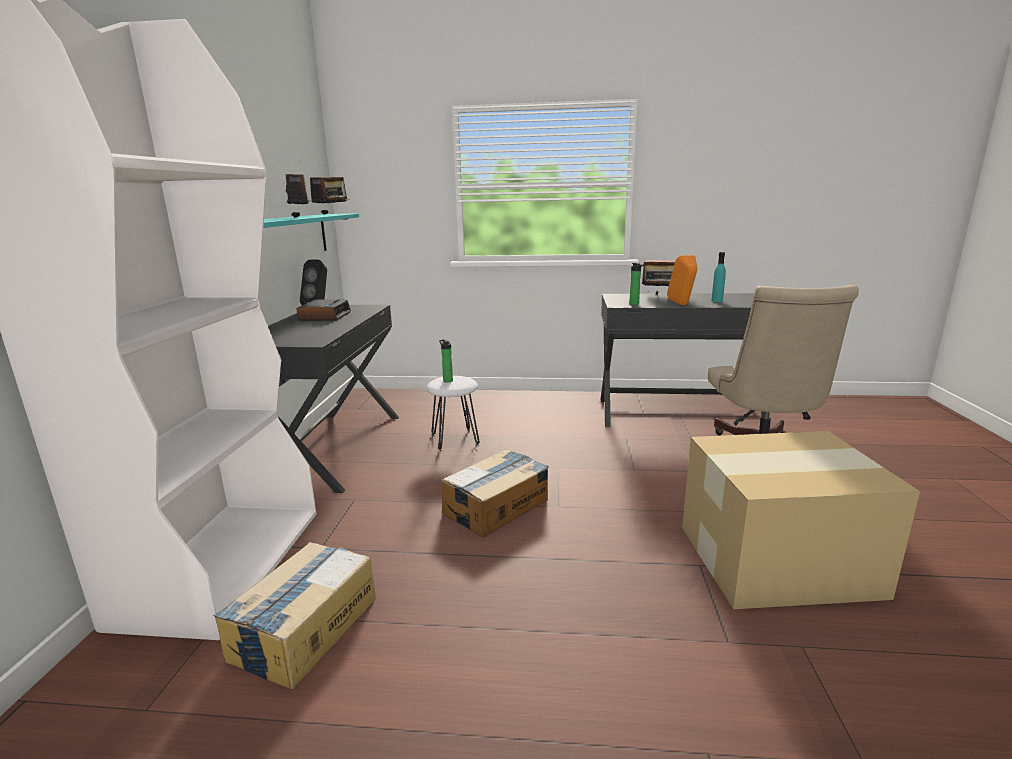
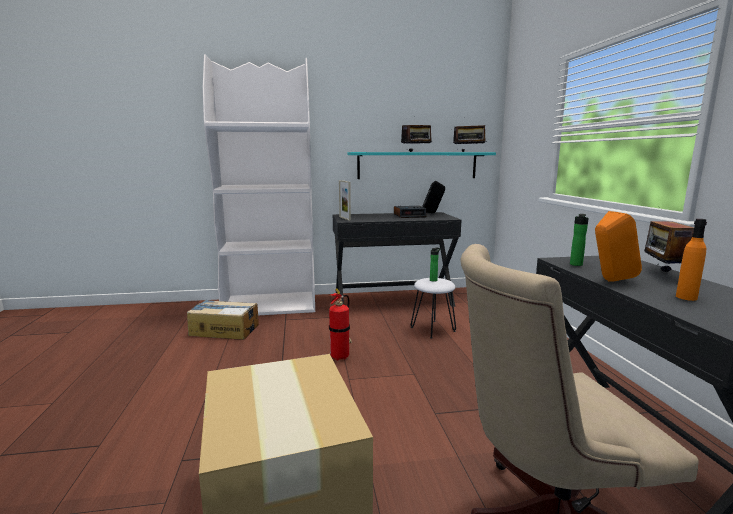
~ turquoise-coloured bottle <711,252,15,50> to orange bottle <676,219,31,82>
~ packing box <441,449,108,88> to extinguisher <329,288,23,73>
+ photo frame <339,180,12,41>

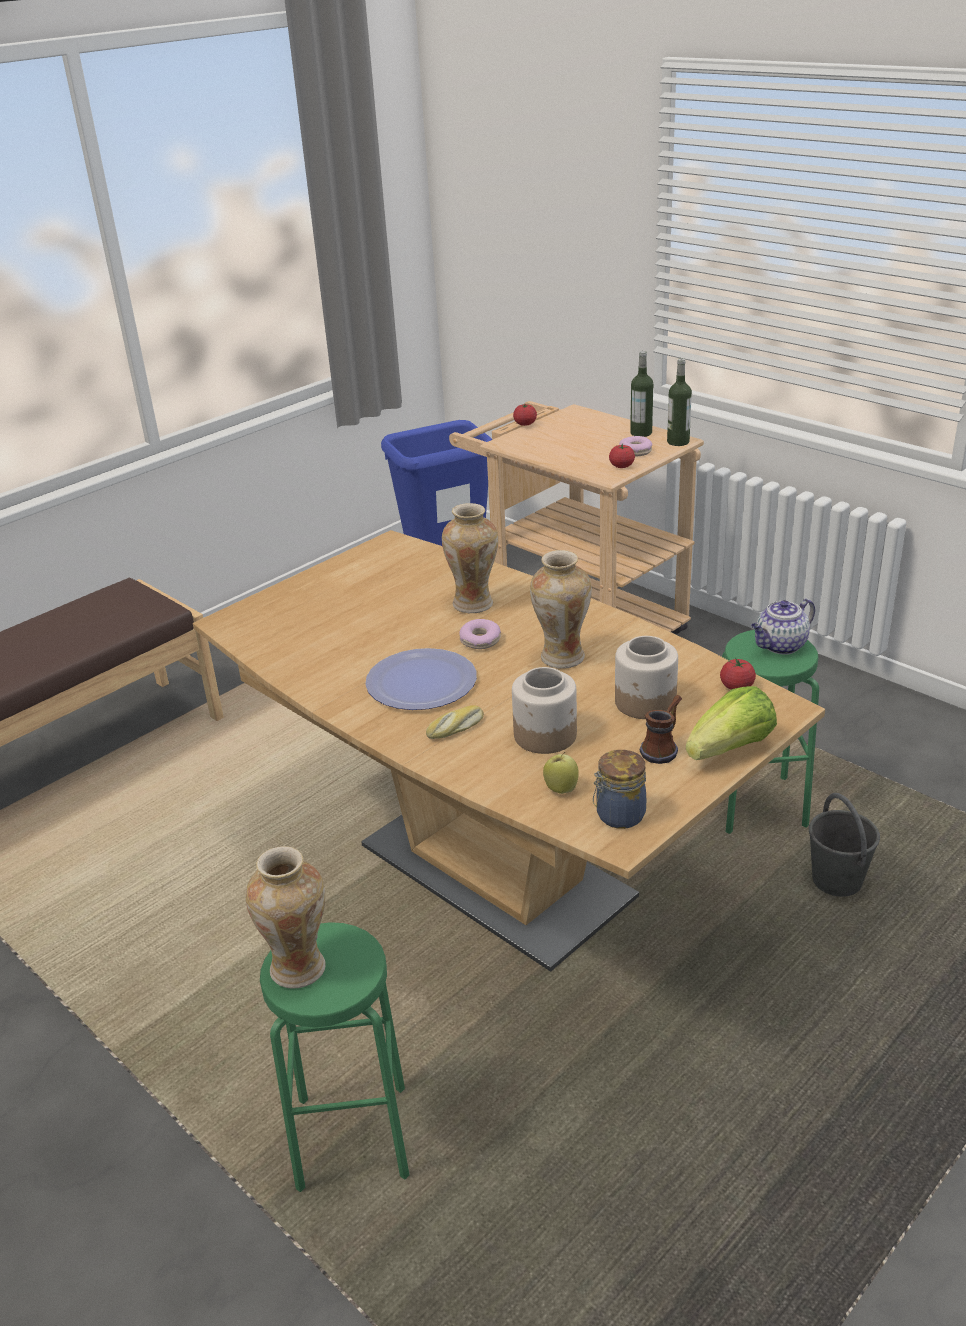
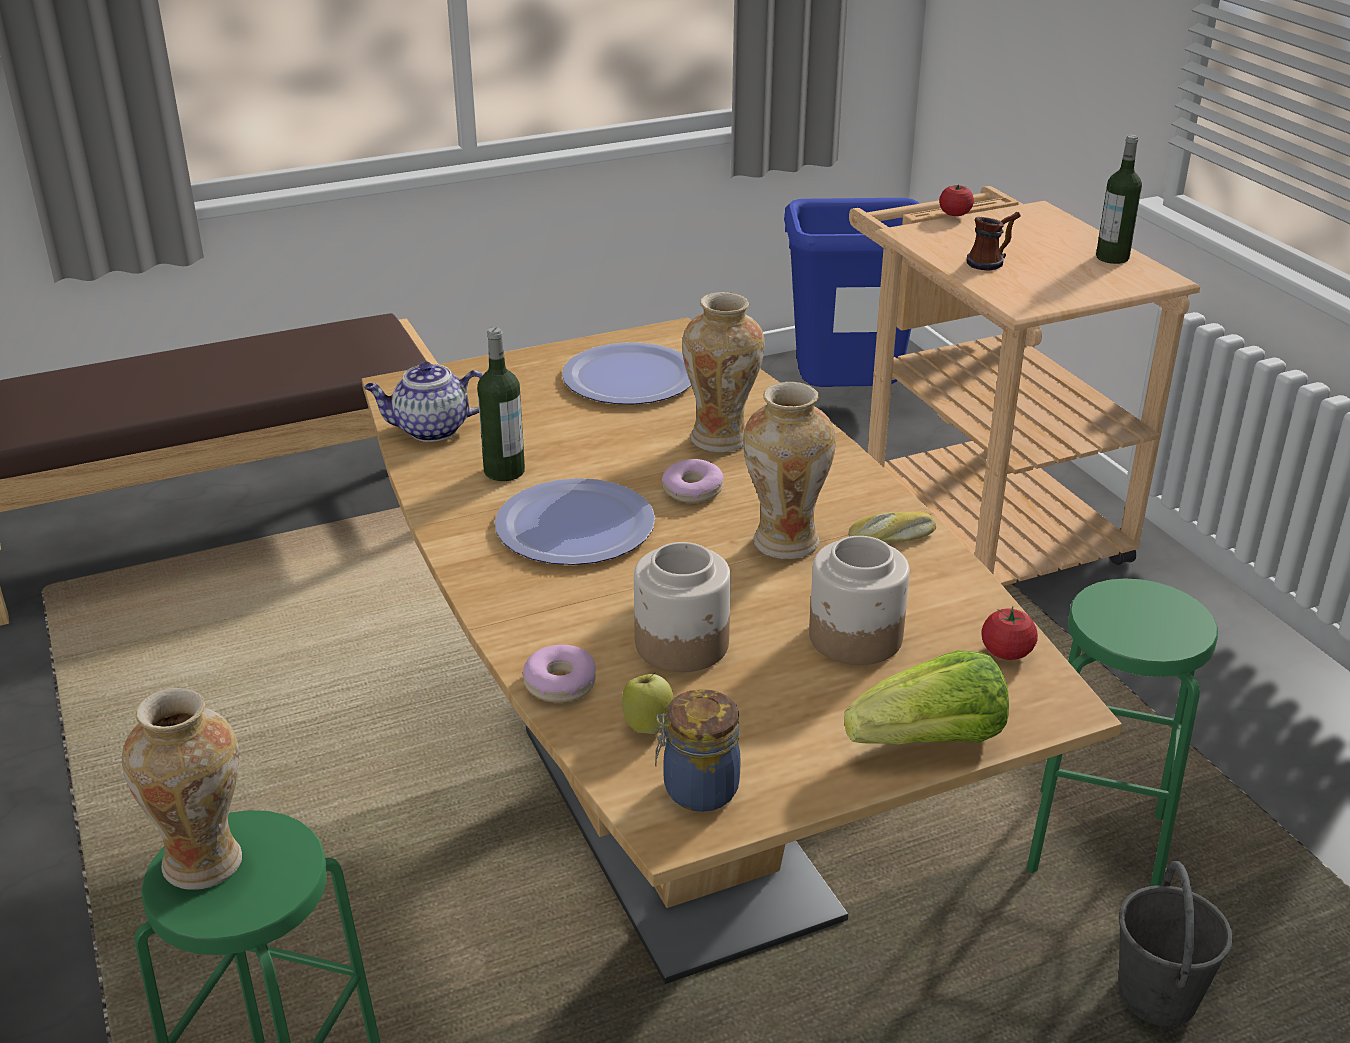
~ bottle <667,358,25,88> to <477,327,48,154>
~ ring doughnut <619,436,33,20> to <523,645,73,58>
- tomato <609,443,26,25>
~ pot for tea <751,599,64,55> to <364,362,119,80>
~ mug <640,695,42,69> to <967,212,54,59>
~ bakery bread <426,705,58,34> to <849,511,87,32>
+ flat dish <562,342,129,62>

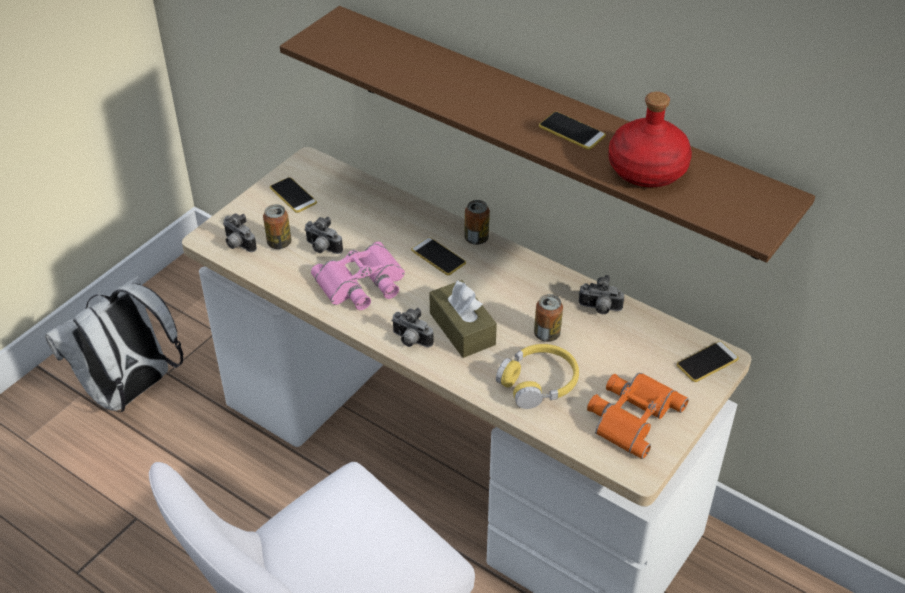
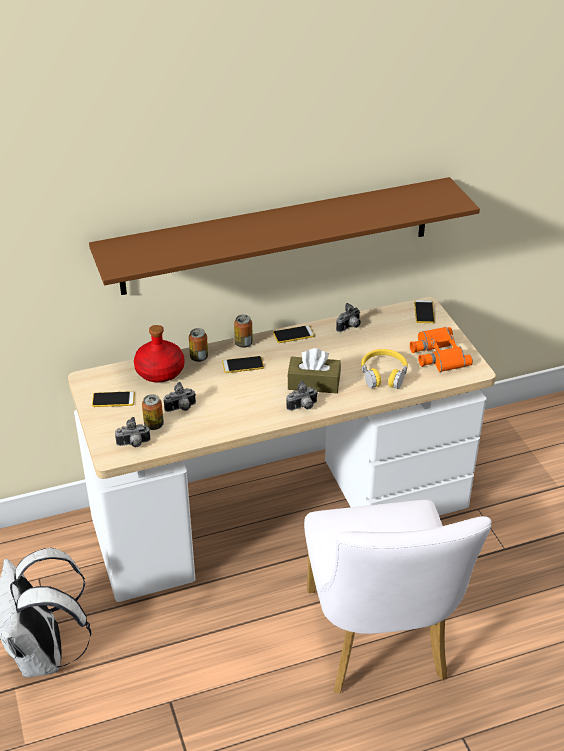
~ red-coloured bottle <608,92,84,95> to <134,325,50,58>
~ phone <539,112,67,38> to <273,325,42,18>
- pinkish field glasses <311,242,94,68>
~ metal can <534,294,29,48> to <189,328,19,34>

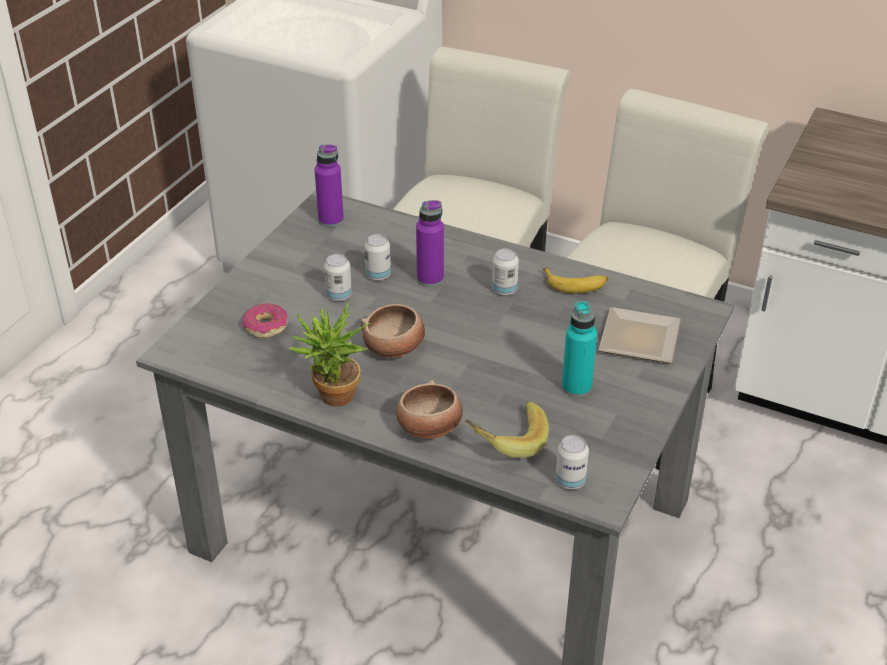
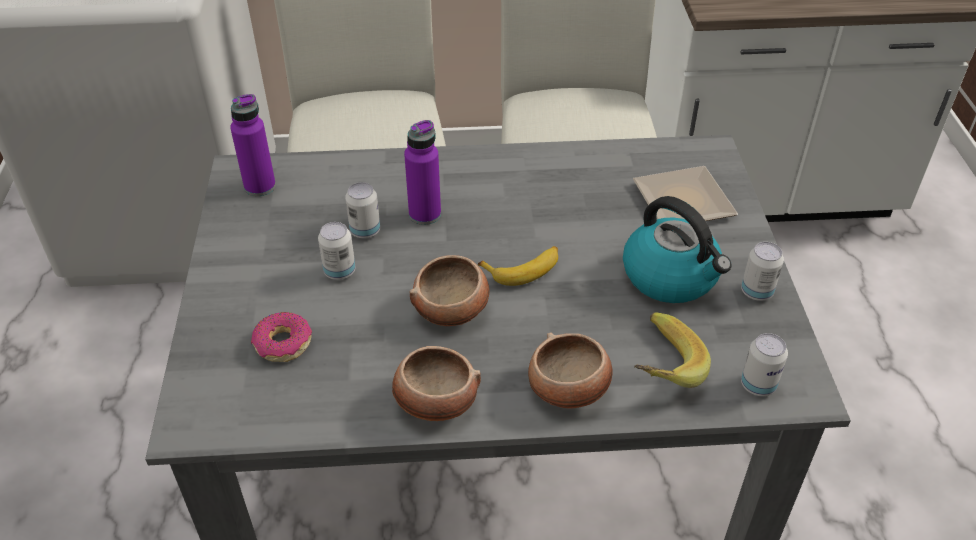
~ metal can <492,248,27,48> to <741,242,43,59>
~ banana fruit <543,268,65,25> to <478,246,80,40>
~ turquoise-coloured bottle <562,301,35,96> to tea kettle <623,196,109,107>
~ plant in a pot <289,302,81,104> to deep dish <392,346,89,75>

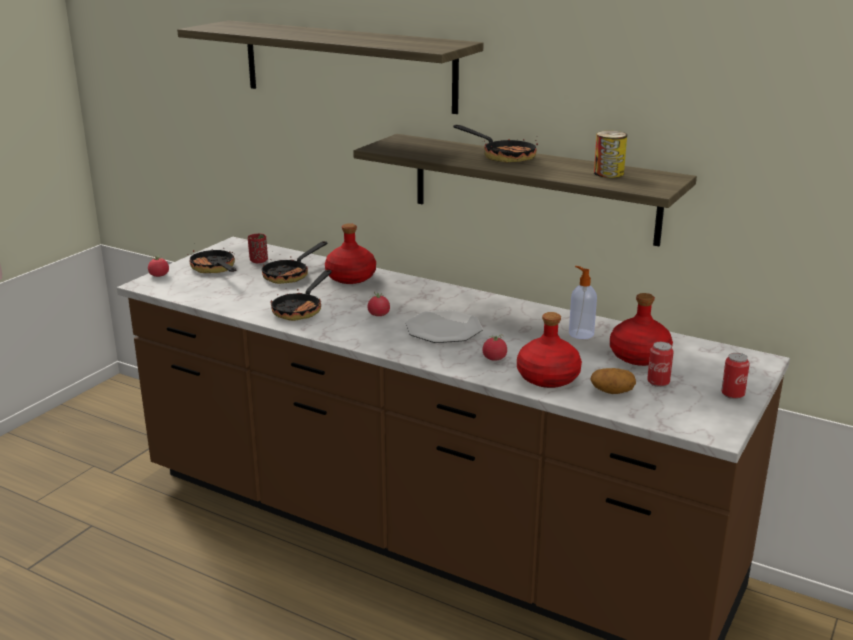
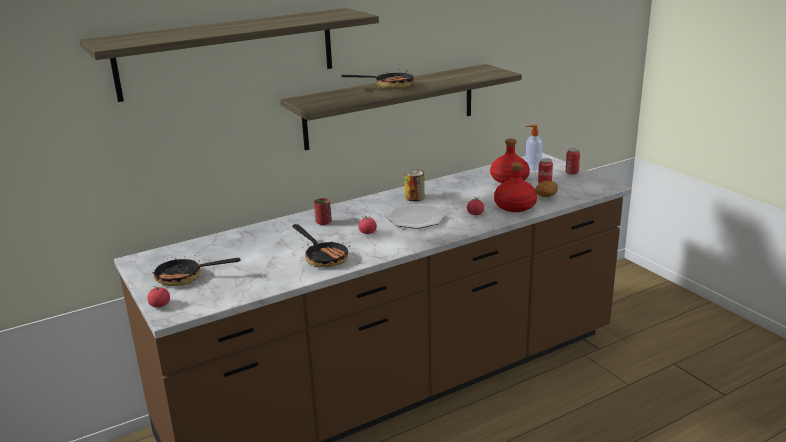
~ metal can <594,131,33,47> to <404,169,21,32>
- red-coloured bottle <325,223,51,61>
~ red-coloured small cup <248,234,20,29> to <314,198,18,27>
- frying pan <261,241,66,43>
~ soap dispenser <569,266,28,73> to <525,125,18,45>

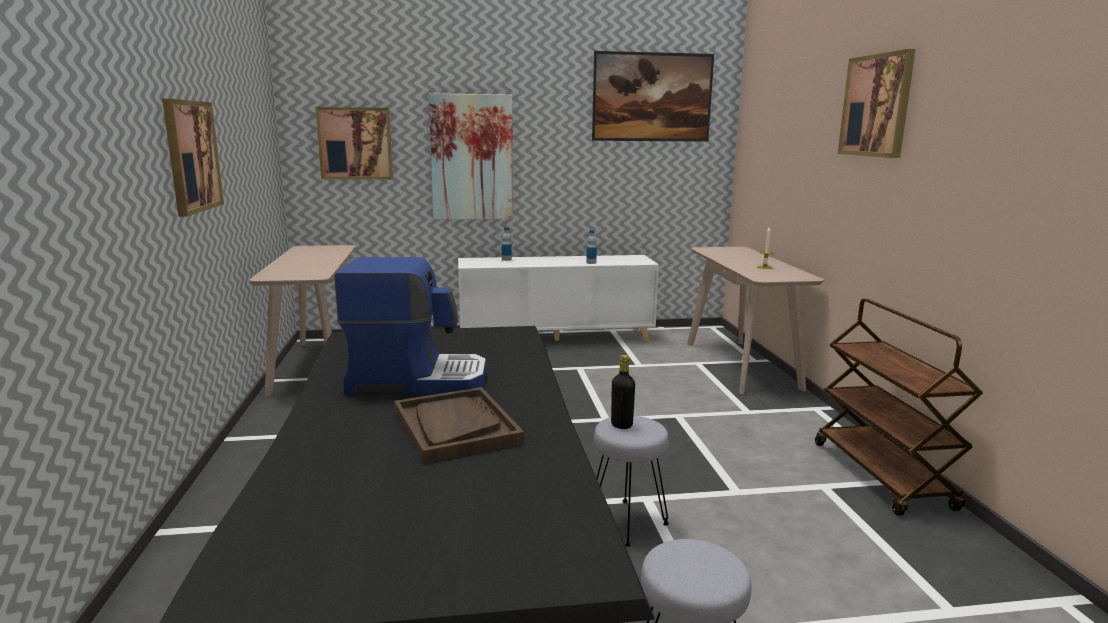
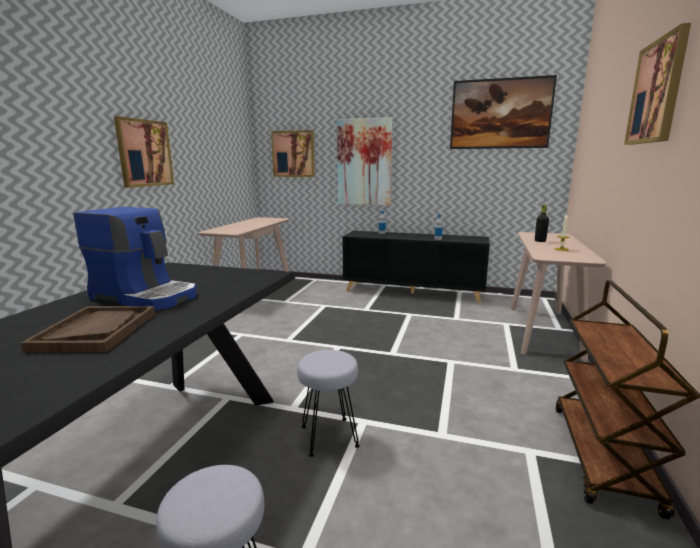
~ whitish cabinet <458,255,201,87> to black-coloured cabinet <342,231,148,72>
~ black-coloured bottle <611,355,24,74> to <535,205,14,37>

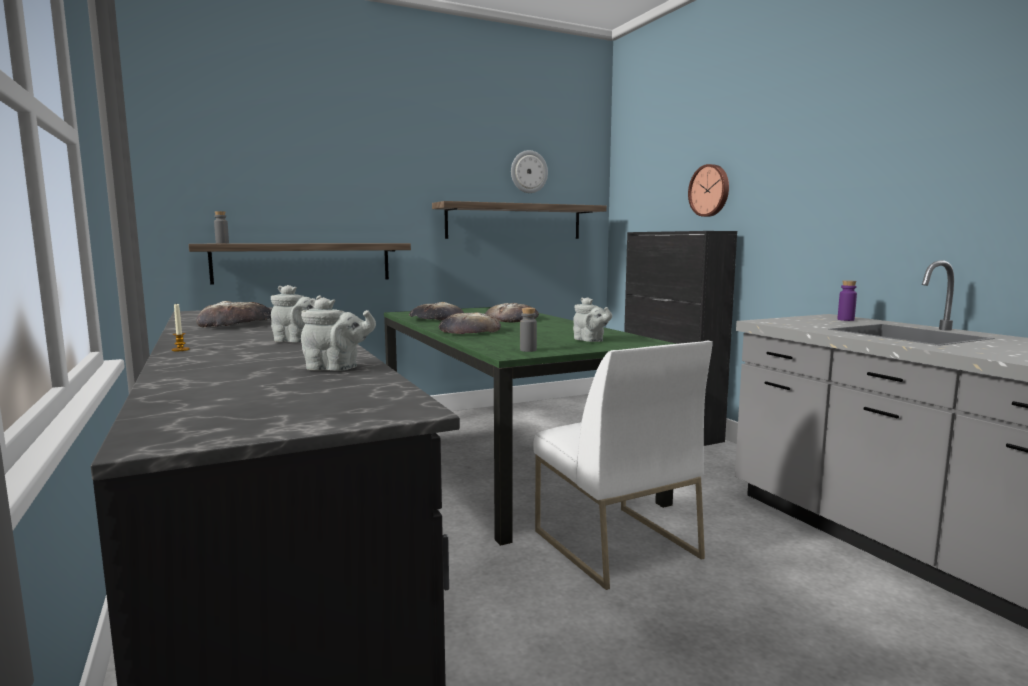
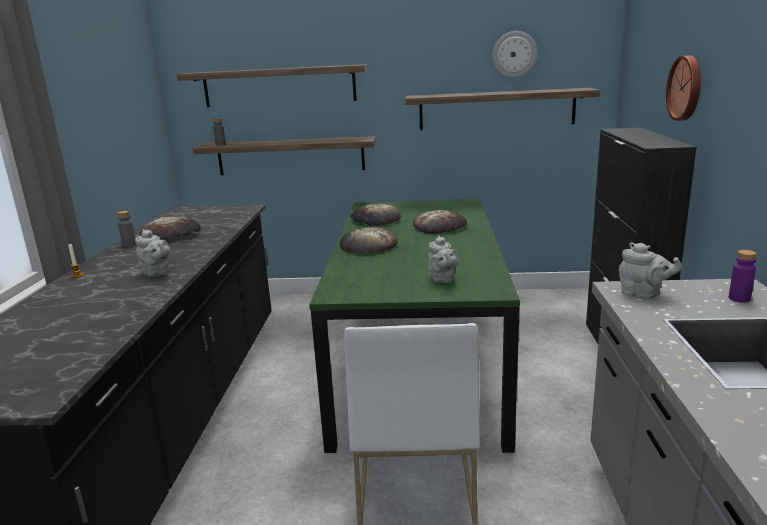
~ greyish pot for tea <301,297,75,74> to <619,242,63,57>
~ greyish bottle <520,307,17,45> to <117,211,19,36>
+ wall shelf <177,64,191,43>

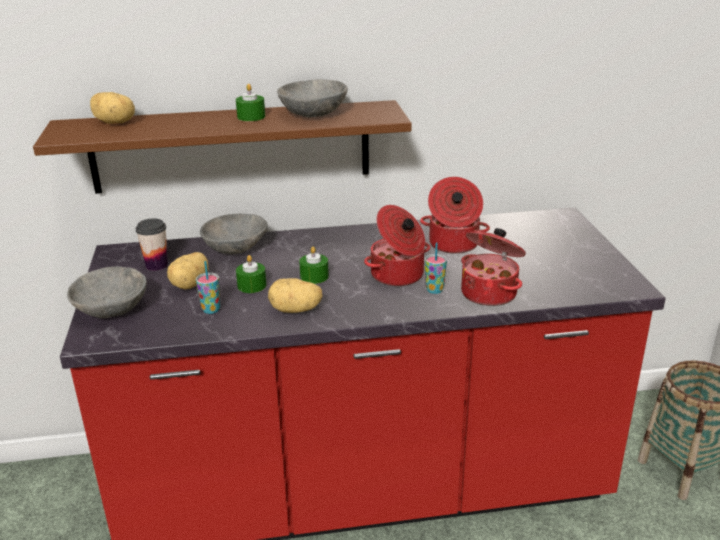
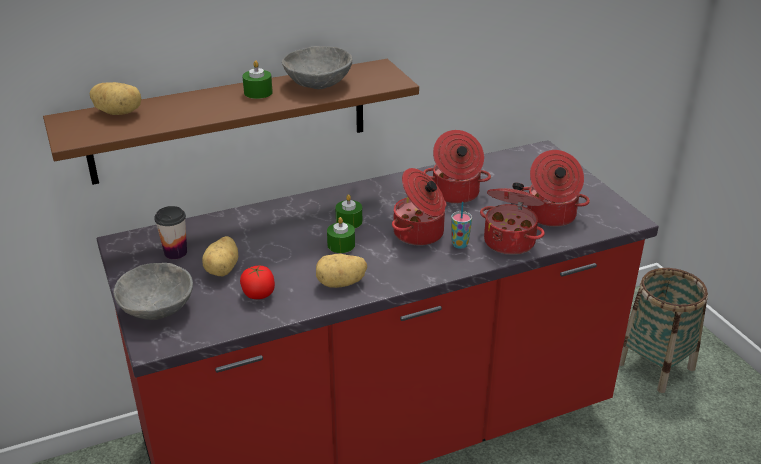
- greyish deep dish <200,213,68,41>
~ green wax candle <236,255,30,38> to <335,194,27,34>
~ small cup <196,261,24,53> to tomato <240,266,35,33>
+ cooking pot <521,150,69,77>

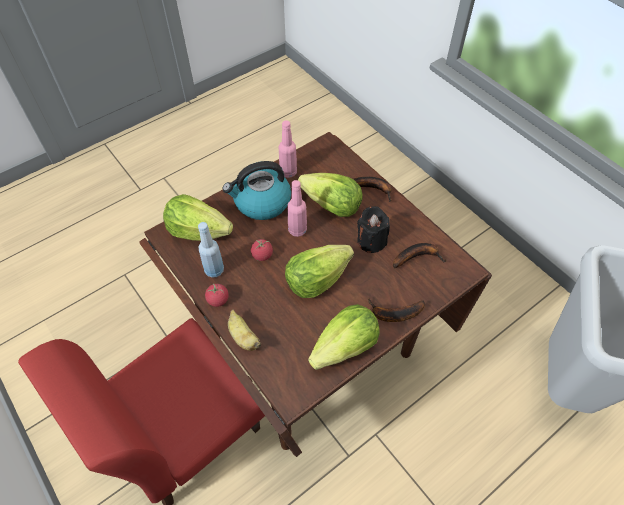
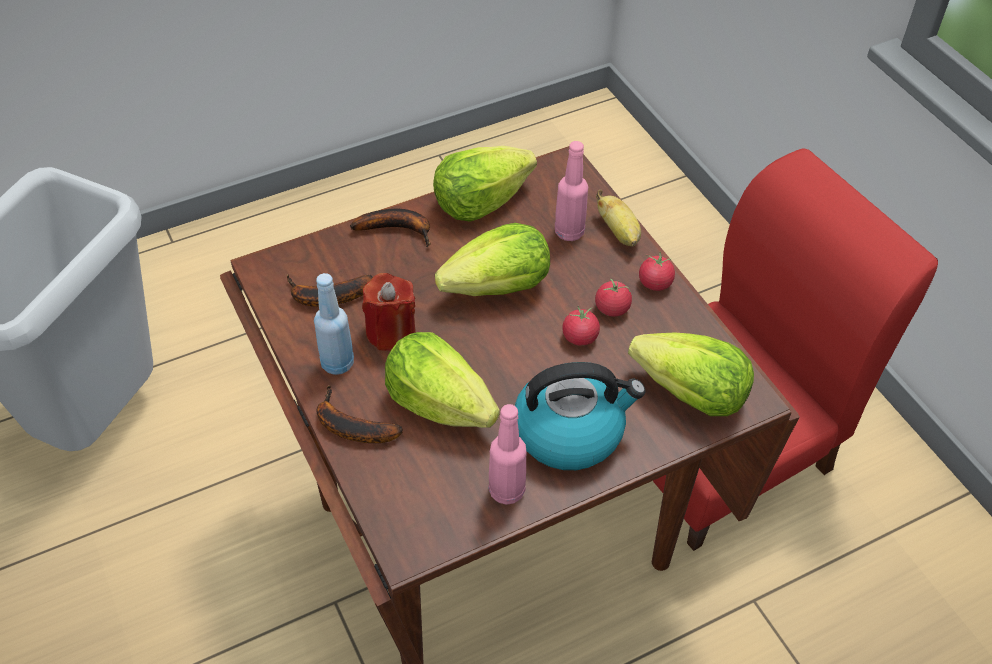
~ pinkish bottle <287,180,20,57> to <555,141,33,100>
~ black-coloured wax candle <357,206,33,47> to red-coloured wax candle <362,273,53,78>
~ blue bottle <198,222,26,56> to <314,273,40,102>
+ tomato <595,279,37,38>

